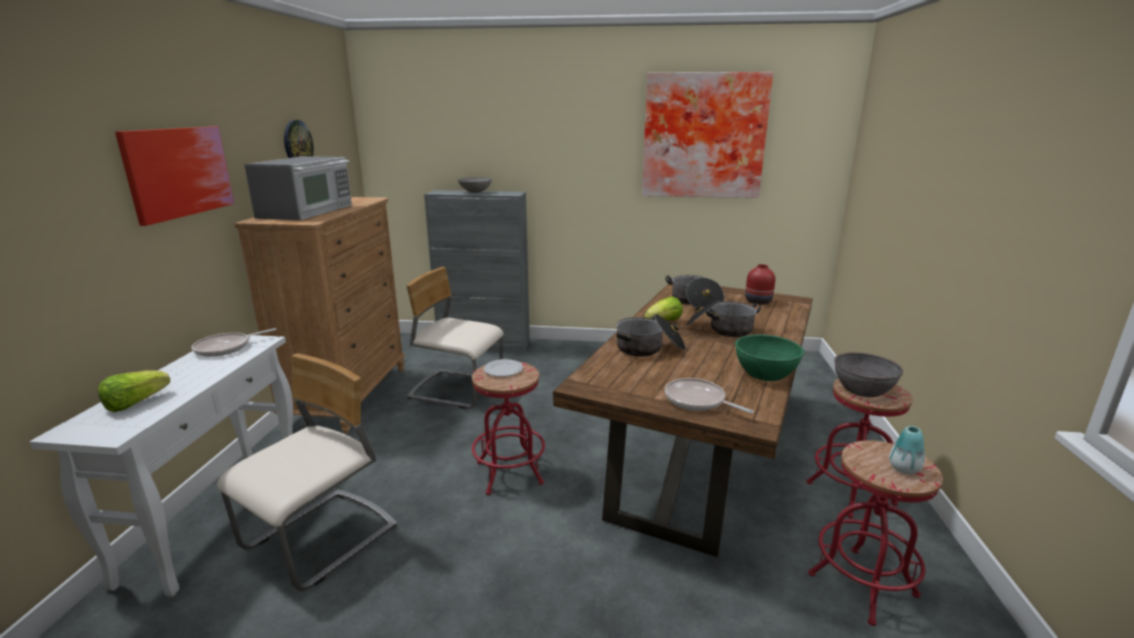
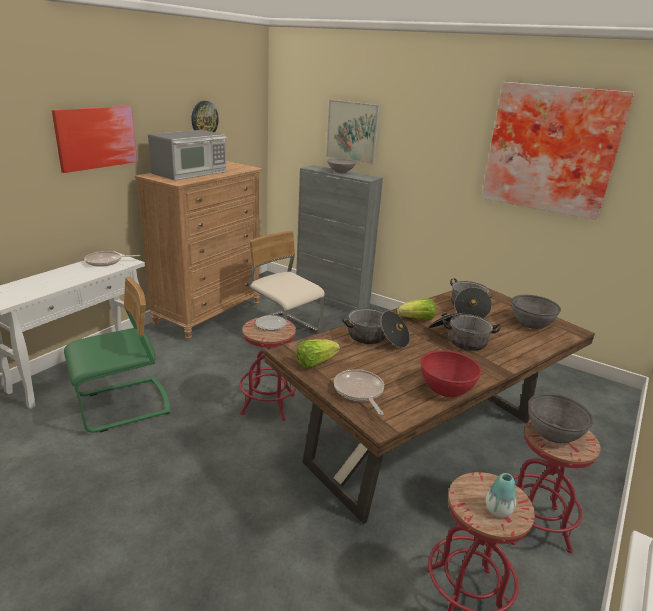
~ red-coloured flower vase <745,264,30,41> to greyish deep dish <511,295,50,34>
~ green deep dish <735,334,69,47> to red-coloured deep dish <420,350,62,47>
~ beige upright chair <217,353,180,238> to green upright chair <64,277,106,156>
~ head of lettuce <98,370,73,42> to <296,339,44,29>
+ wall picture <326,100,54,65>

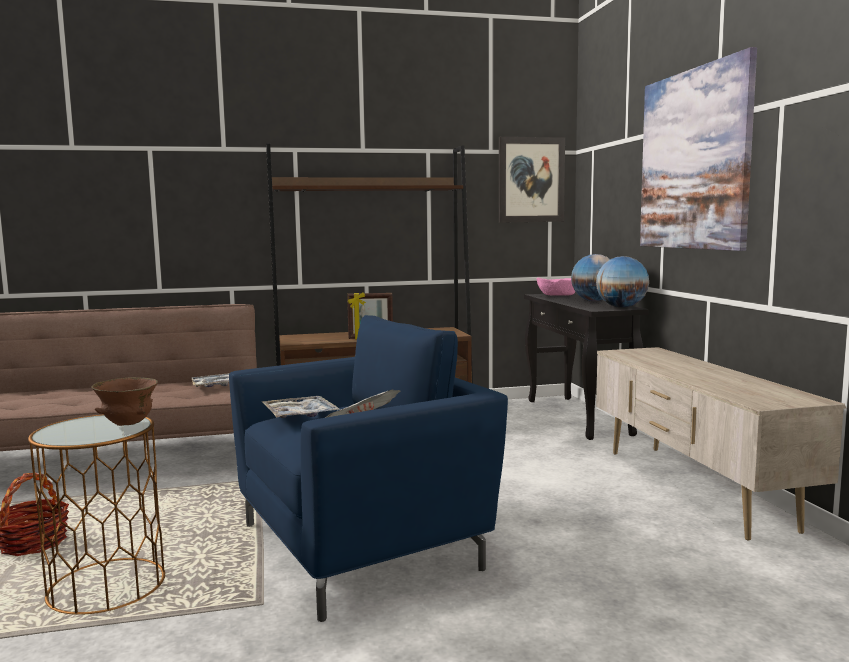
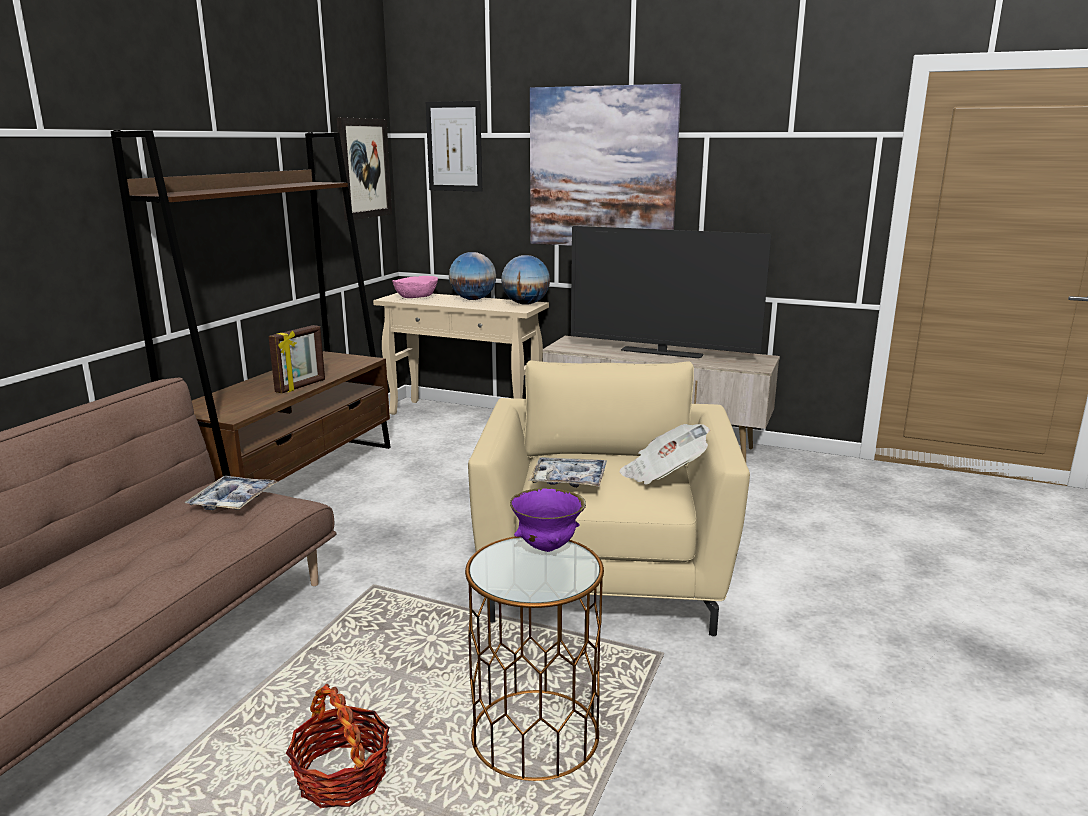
~ black-coloured console table <524,294,125,146> to beige console table <373,293,176,122>
~ blue armchair <229,315,279,307> to beige armchair <468,361,282,276>
~ brown deep dish <91,377,67,49> to purplish deep dish <510,488,76,64>
+ wall picture <426,101,56,91>
+ television <571,226,200,132>

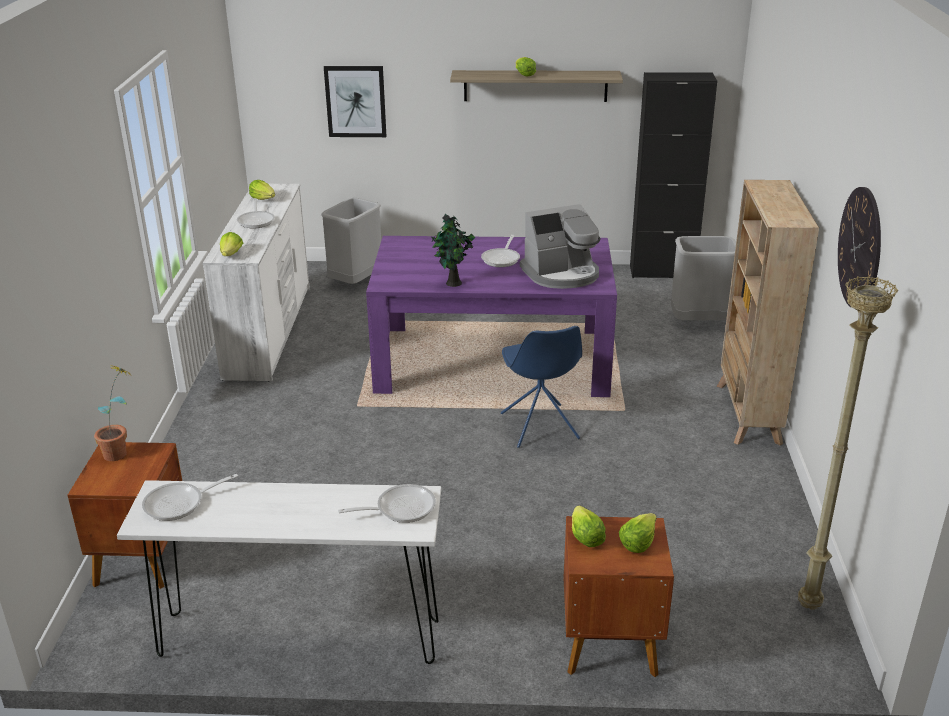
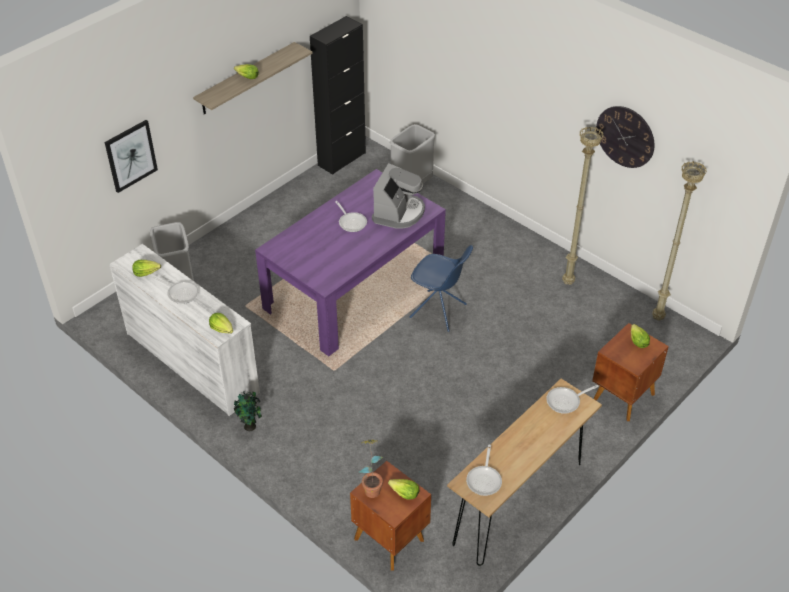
- beige bookcase <717,180,102,266>
~ plant in a pot <431,214,44,73> to <234,391,28,40>
~ whitish console table <117,480,324,184> to brown console table <447,379,155,187>
~ frying pan <338,484,98,39> = <546,385,53,29> 135 degrees counterclockwise
~ head of lettuce <572,505,34,42> to <388,479,31,20>
+ beige standard lamp <562,127,42,158>

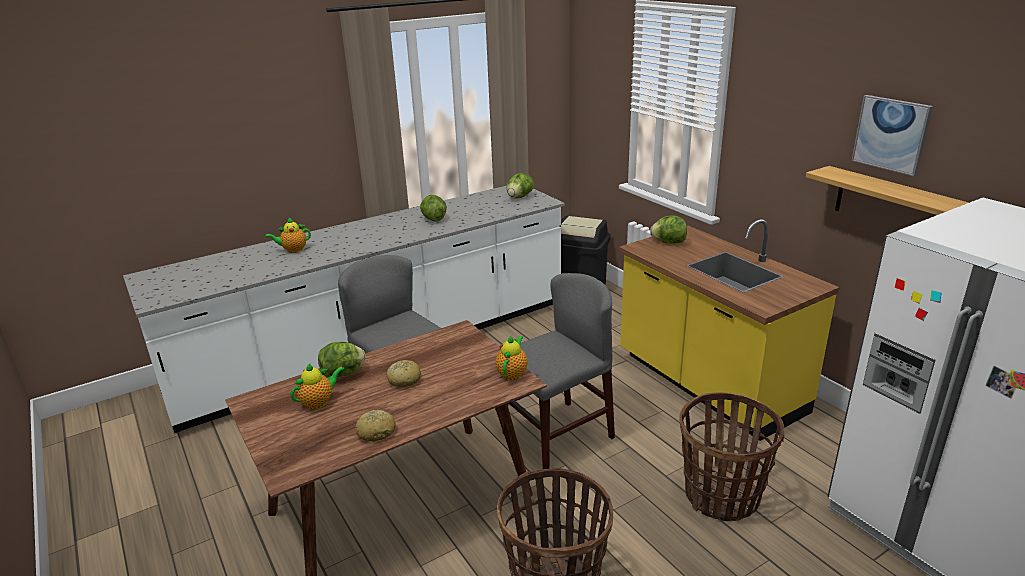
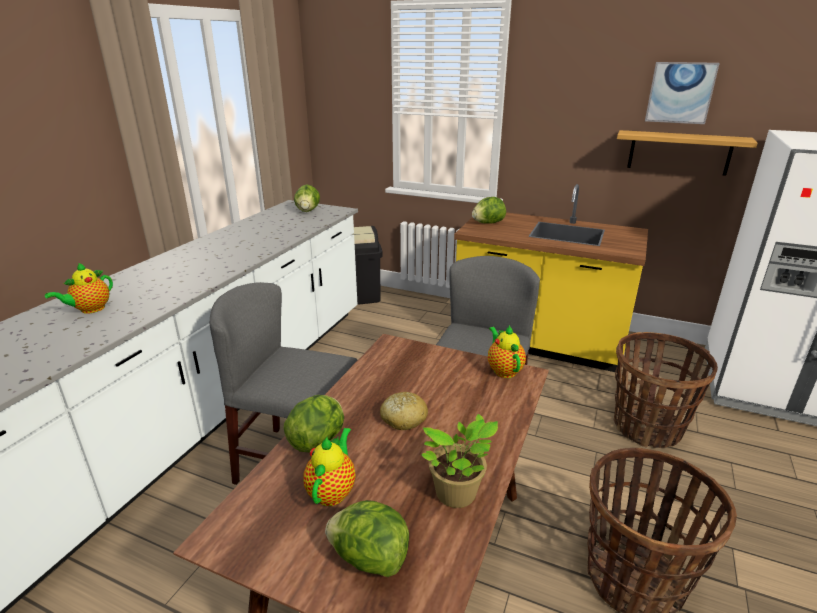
~ head of lettuce <420,195,27,26> to <325,500,84,77>
~ bakery bread <355,410,41,32> to plant in a pot <421,414,77,94>

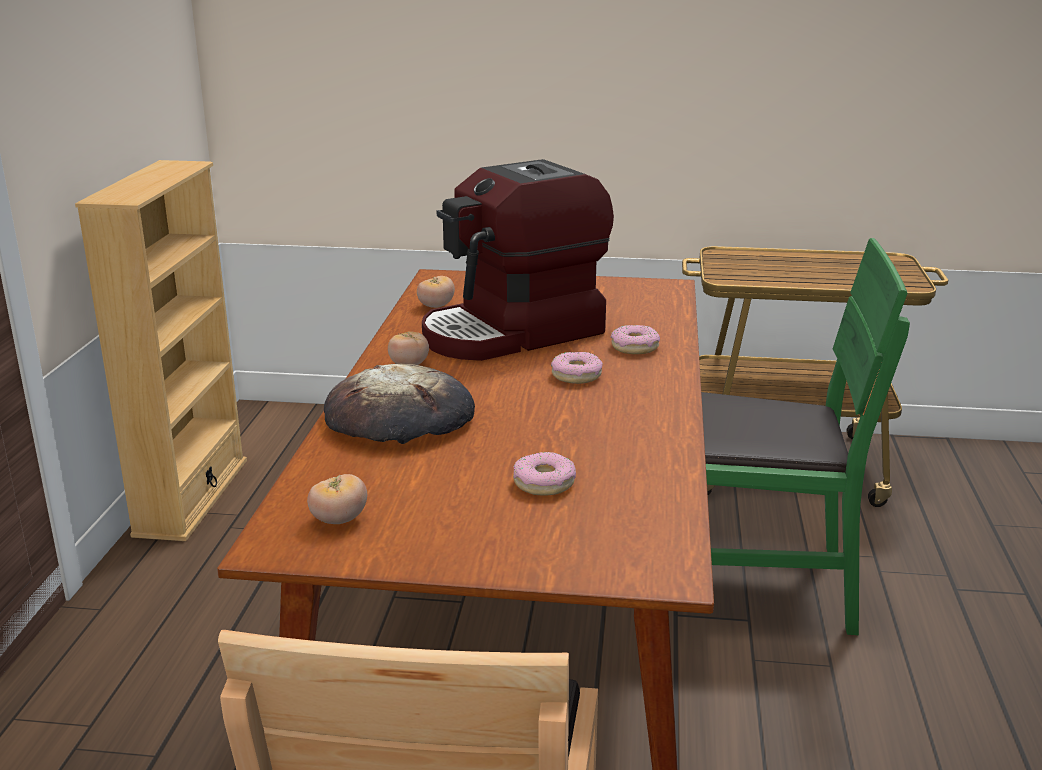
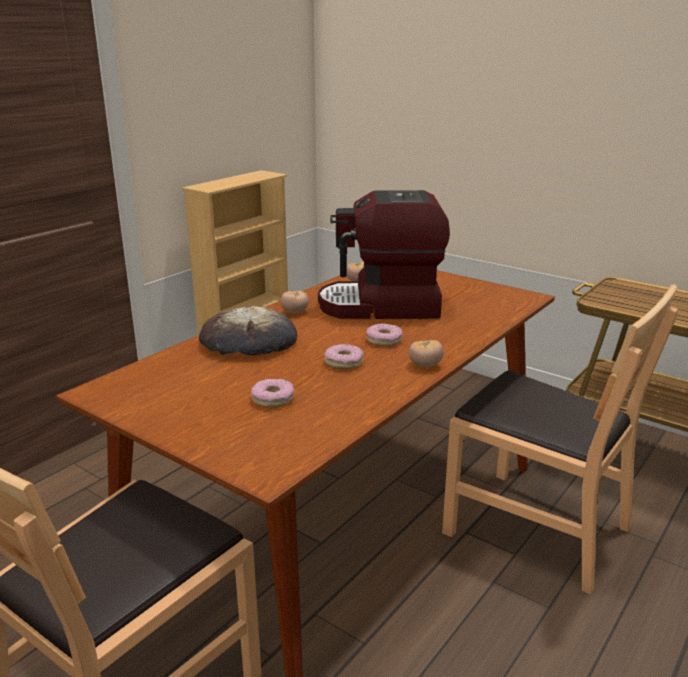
~ green upright chair <701,238,209,397> to brown upright chair <442,284,236,311>
~ ring doughnut <611,325,49,29> to <324,344,40,25>
~ tomato <307,474,60,50> to <409,340,35,27>

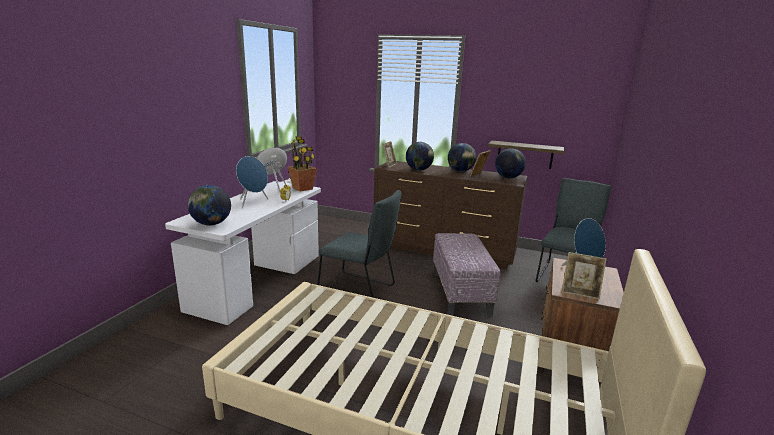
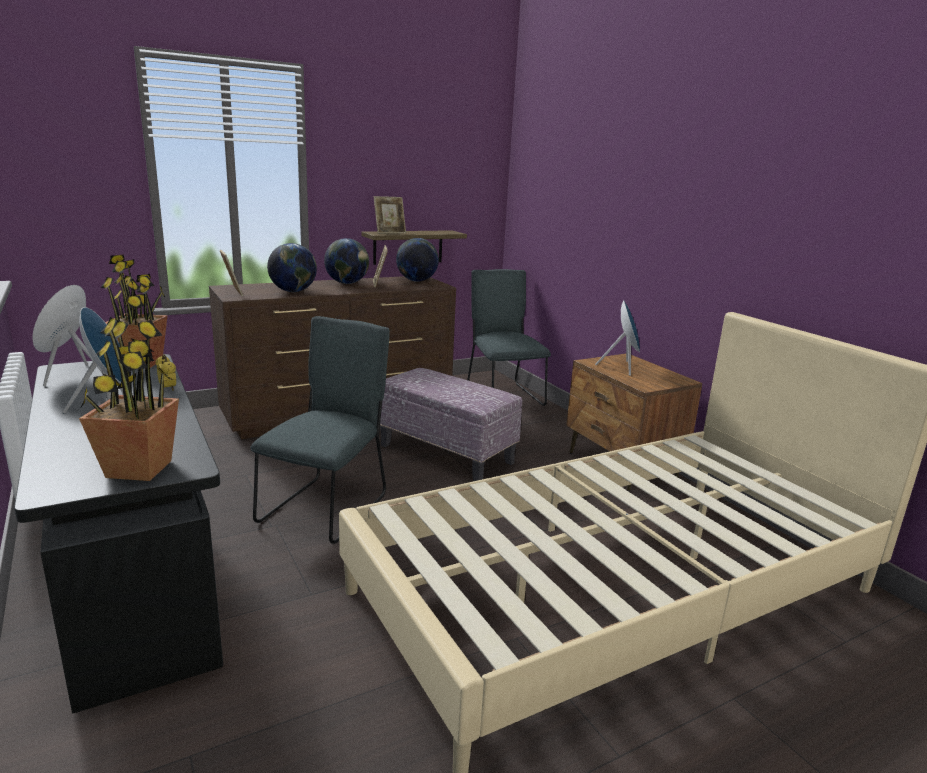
~ whitish desk unit <165,181,156,144> to black-coloured desk unit <14,354,209,360>
~ world globe <188,185,43,41> to plant in a pot <79,317,100,164>
~ greyish upright chair <317,190,84,107> = <250,316,140,228> 45 degrees counterclockwise
~ photo frame <562,252,45,47> to <374,196,32,38>

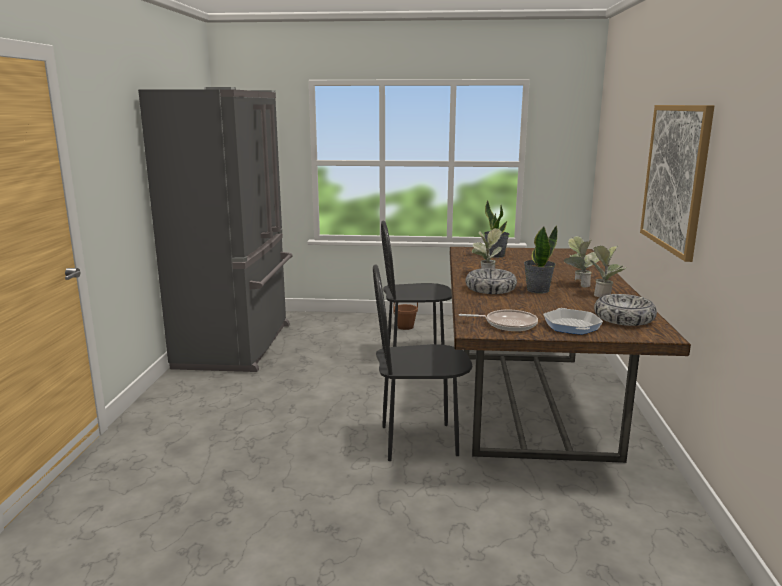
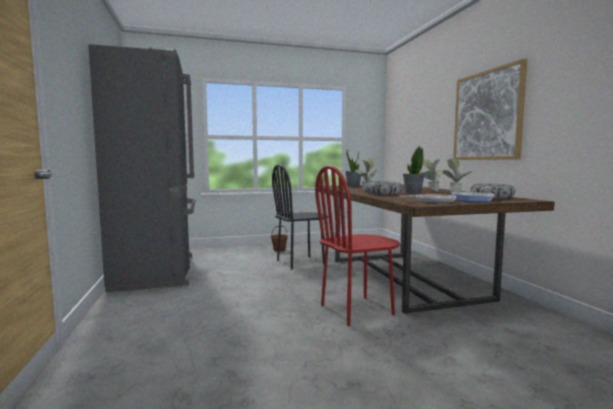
~ black-coloured upright chair <373,264,99,197> to red-coloured upright chair <315,165,85,161>

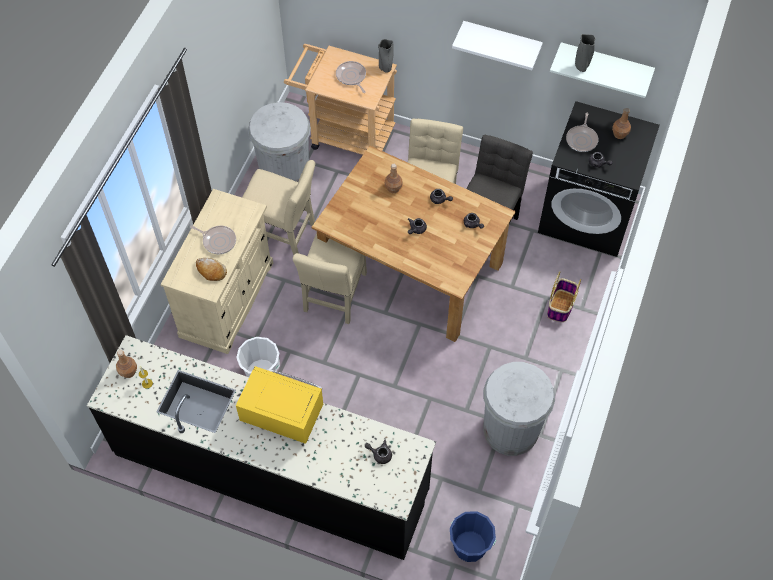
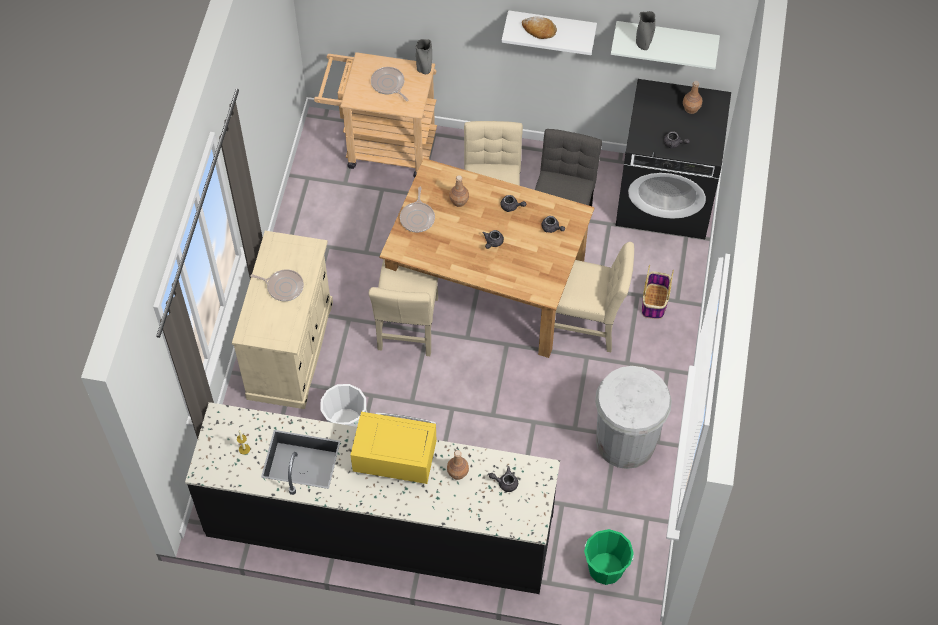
- whitish waste bin <248,102,63,80>
~ frying pan <566,113,32,39> to <400,187,35,45>
~ beige upright chair <242,160,74,95> to <554,242,80,110>
~ bakery bread <196,258,31,23> to <522,16,35,23>
~ brown bottle <116,350,21,28> to <447,450,22,30>
~ blue water bucket <450,511,46,51> to green water bucket <584,529,50,56>

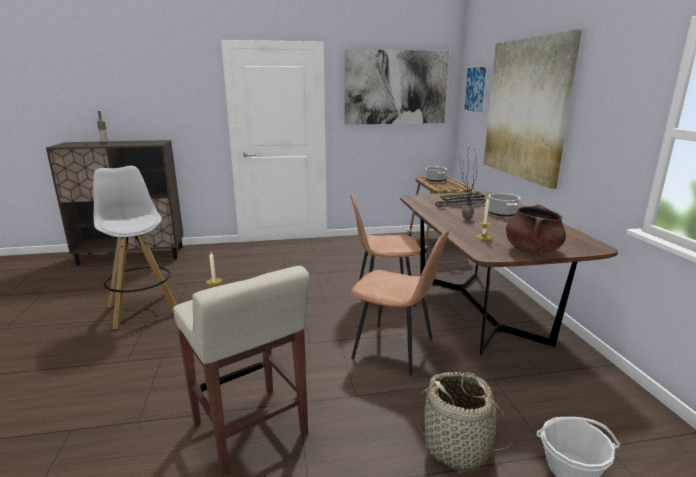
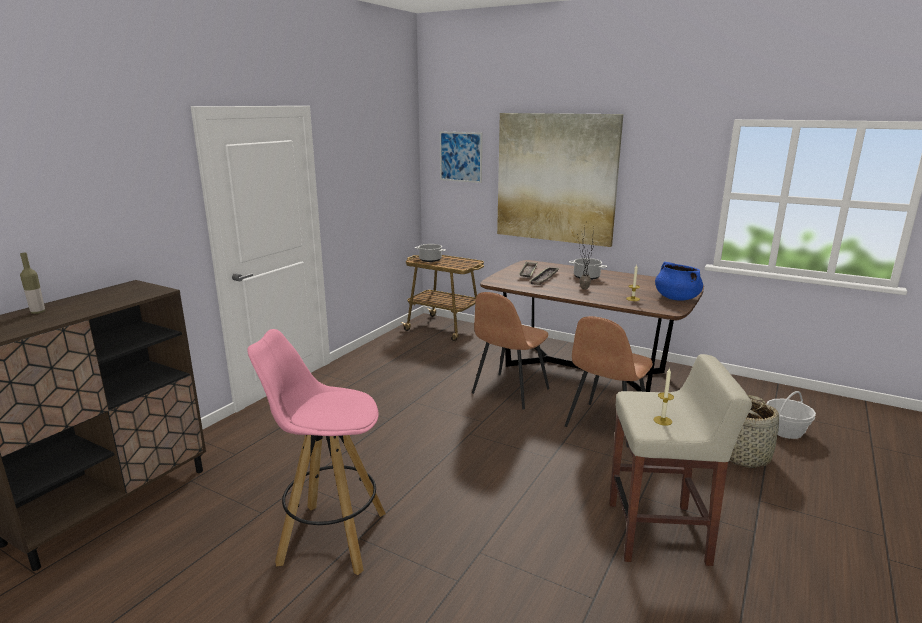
- wall picture <345,49,104,76>
~ whitish stool seat <93,166,84,163> to pinkish stool seat <247,329,139,246>
~ brown cooking pot <506,205,60,49> to blue cooking pot <655,262,48,39>
~ brown upright chair <351,229,98,147> = <565,316,88,131> 150 degrees clockwise

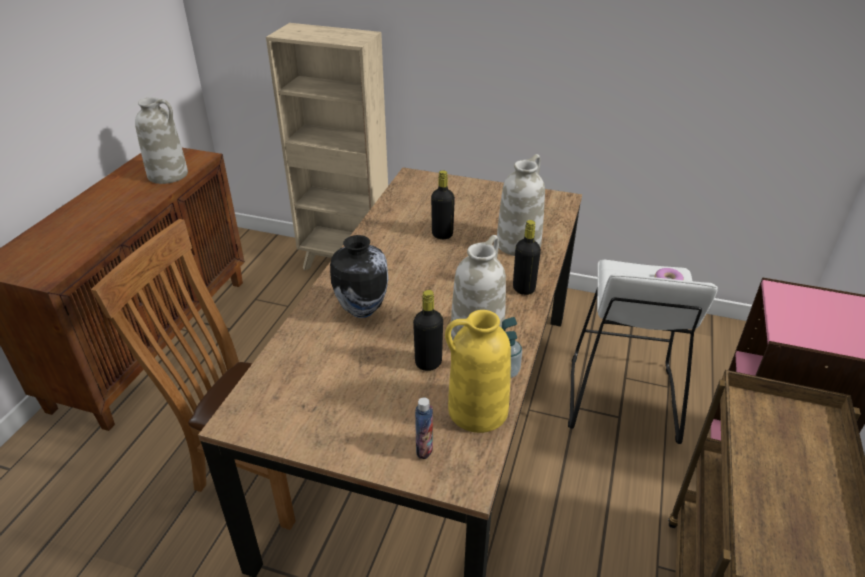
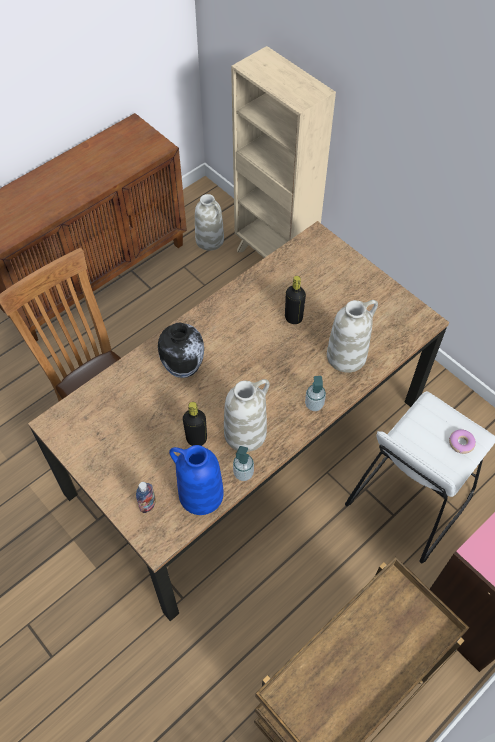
~ whitish flower vase <135,97,53,87> to <195,194,29,57>
~ black-coloured bottle <513,220,28,75> to soap dispenser <305,376,21,35>
~ yellowish flower vase <445,310,66,123> to blue flower vase <169,445,55,70>

